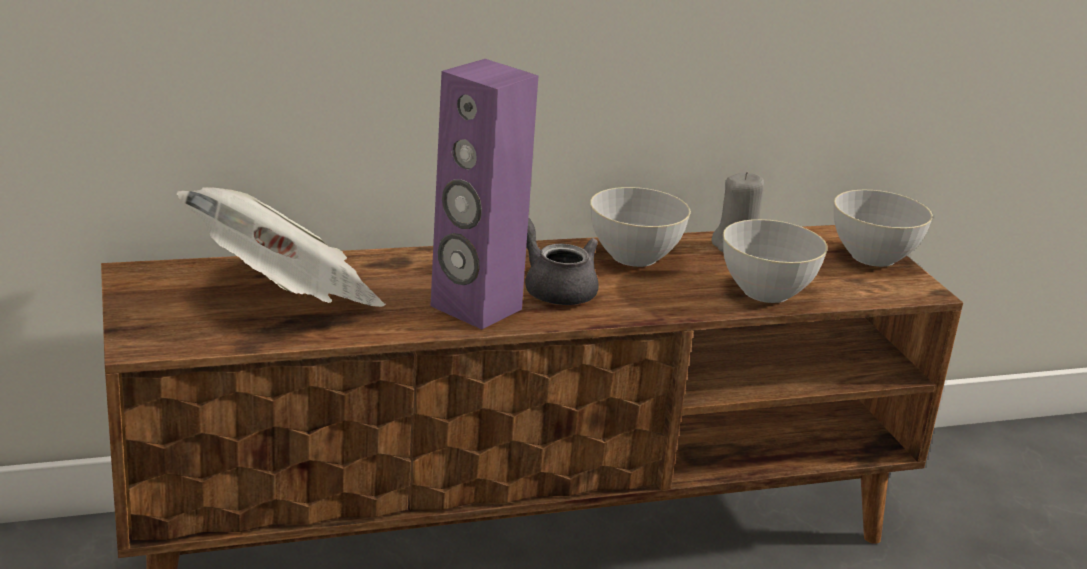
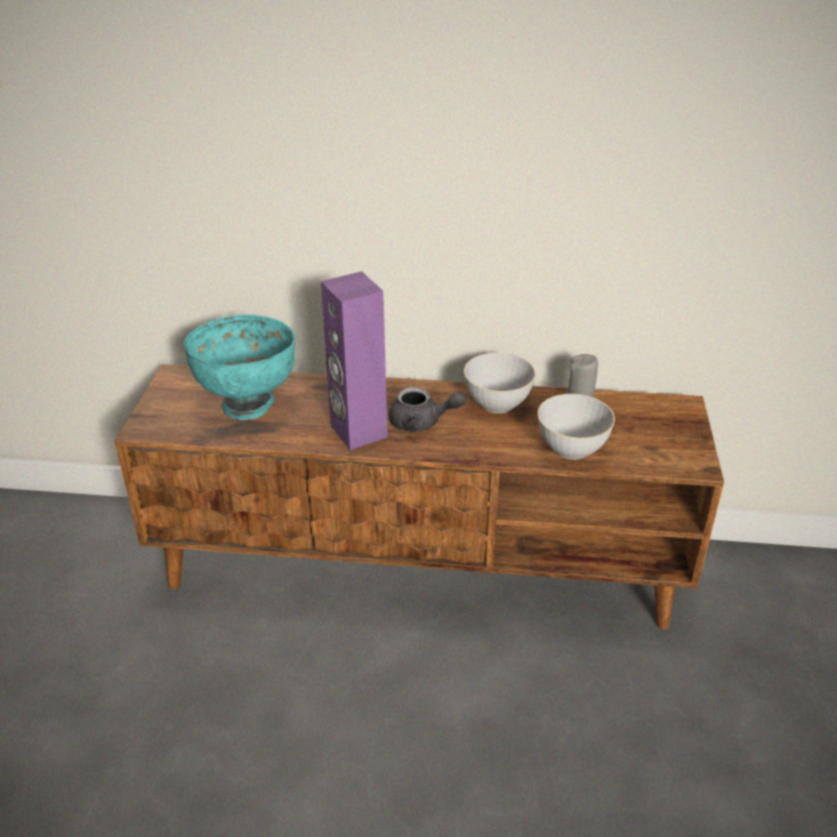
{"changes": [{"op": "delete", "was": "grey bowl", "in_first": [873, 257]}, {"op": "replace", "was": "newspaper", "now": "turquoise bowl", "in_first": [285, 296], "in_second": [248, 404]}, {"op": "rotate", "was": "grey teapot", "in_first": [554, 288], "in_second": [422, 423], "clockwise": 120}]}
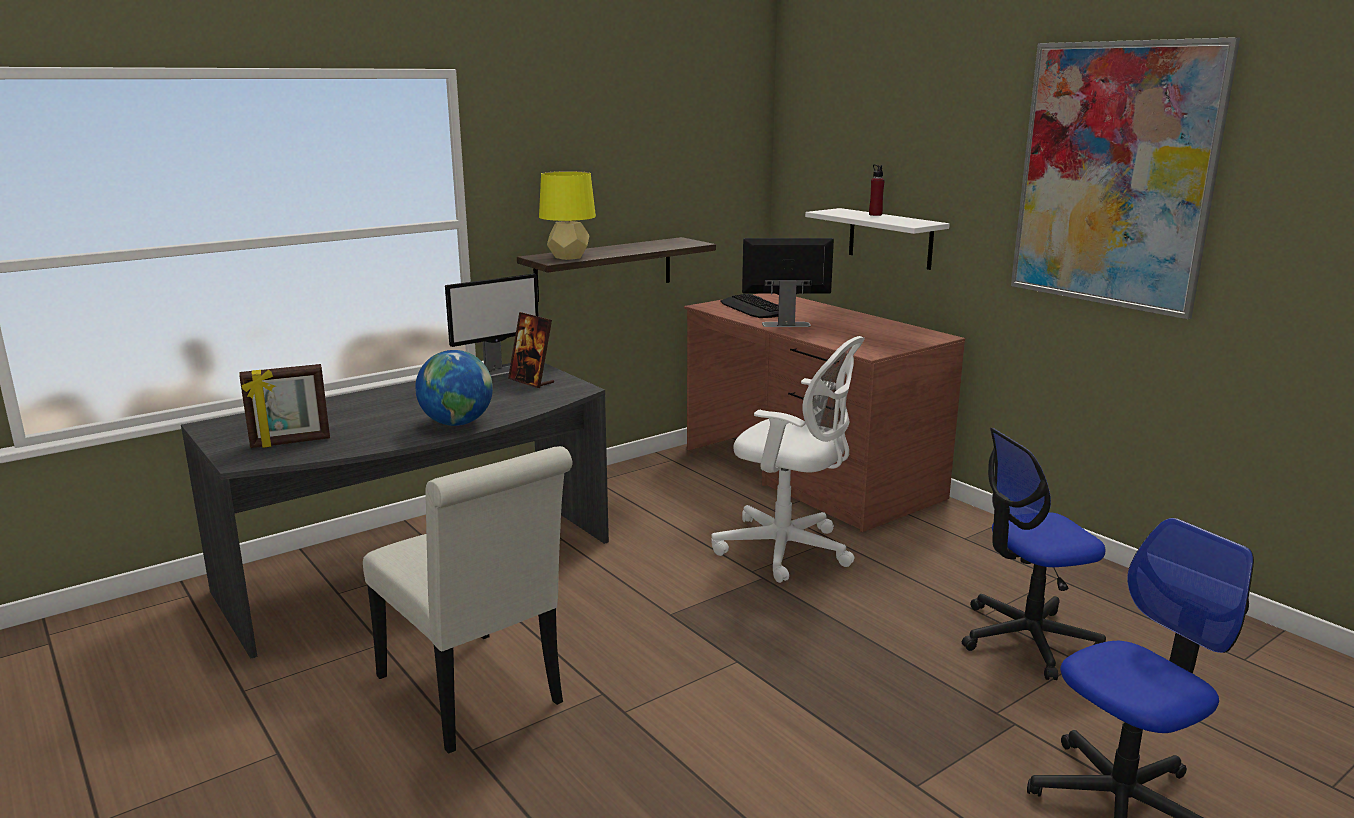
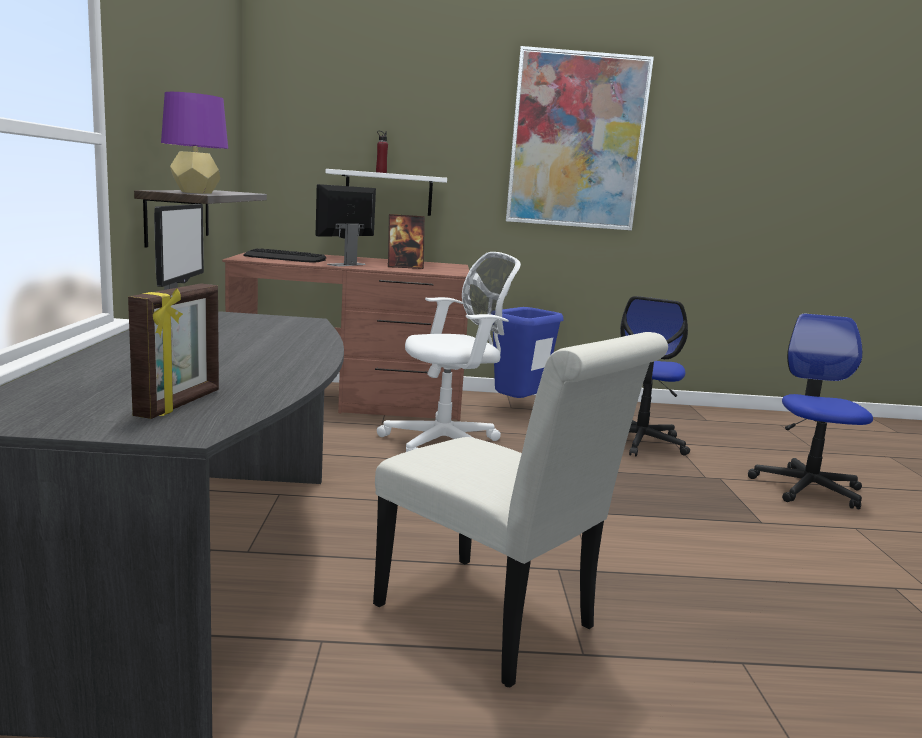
{"changes": [{"op": "delete", "was": "globe", "in_first": [457, 423]}, {"op": "insert", "now": "blue trash can", "in_second": [517, 408]}, {"op": "move", "was": "picture frame", "in_first": [531, 381], "in_second": [404, 267]}, {"op": "recolor", "was": "yellow table lamp", "now": "purple table lamp", "in_first": [568, 257], "in_second": [195, 192]}, {"op": "rotate", "was": "white chair", "in_first": [475, 696], "in_second": [495, 623], "clockwise": 45}]}
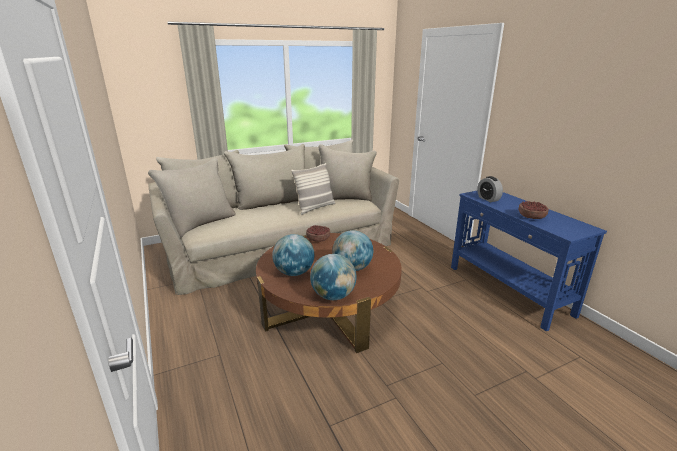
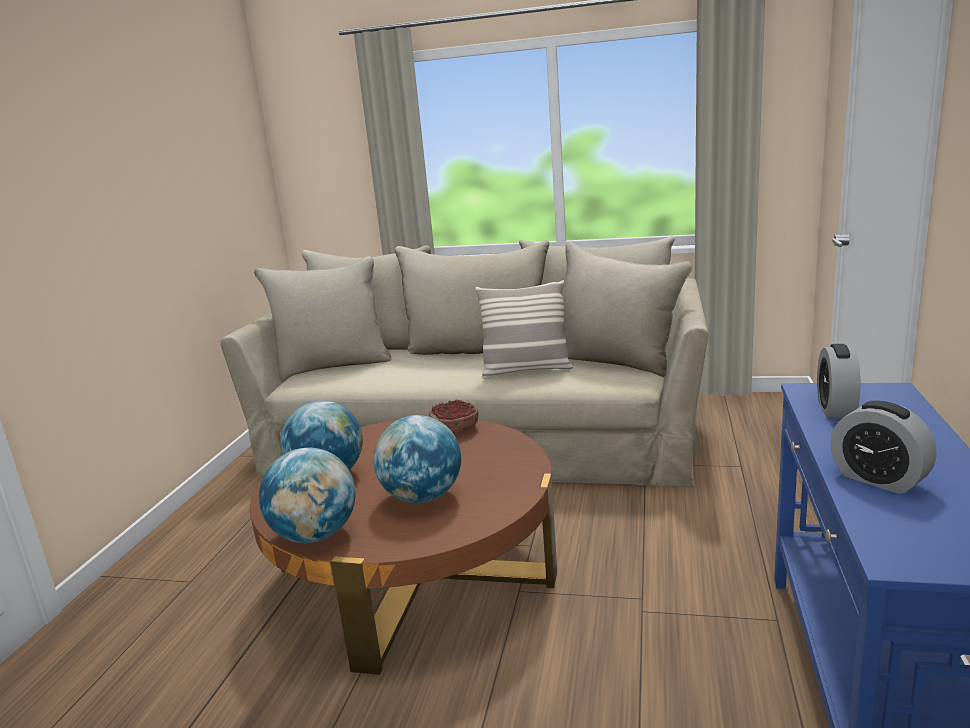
{"changes": [{"op": "replace", "was": "bowl", "now": "alarm clock", "in_first": [531, 216], "in_second": [878, 479]}]}
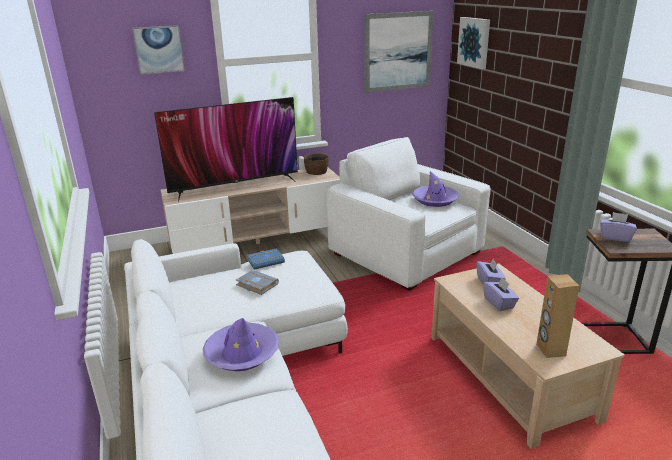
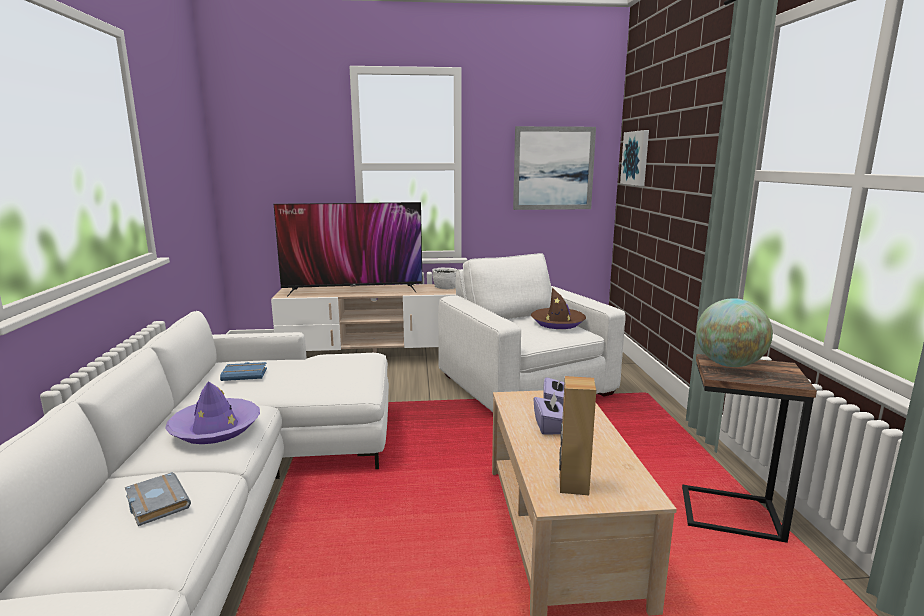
{"changes": [{"op": "delete", "was": "picture", "in_first": [159, 49]}, {"op": "move", "was": "grey book", "in_first": [256, 285], "in_second": [155, 503]}, {"op": "move", "was": "blue book", "in_first": [266, 261], "in_second": [245, 374]}, {"op": "replace", "was": "purple tissue box", "now": "globe", "in_first": [615, 237], "in_second": [728, 364]}, {"op": "recolor", "was": "brown bowl", "now": "white bowl", "in_first": [317, 172], "in_second": [446, 287]}, {"op": "recolor", "was": "purple hat", "now": "brown hat", "in_first": [435, 200], "in_second": [558, 323]}]}
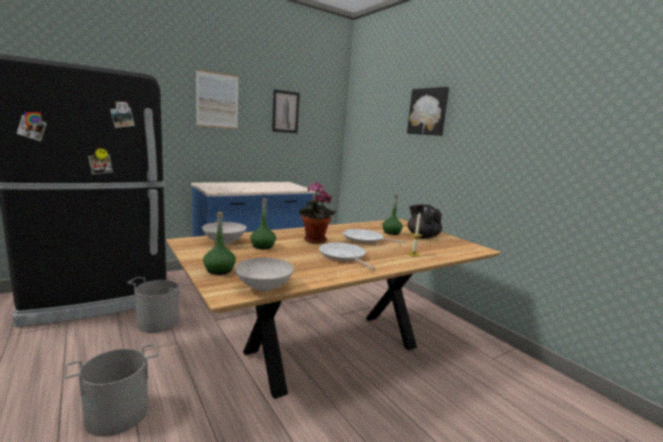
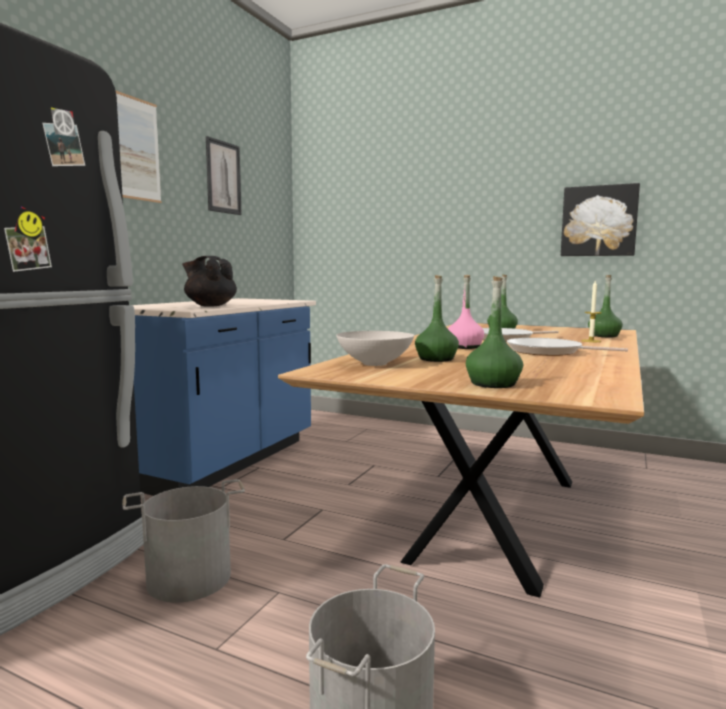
{"changes": [{"op": "delete", "was": "white bowl", "in_first": [265, 287]}, {"op": "insert", "now": "green bottle", "in_second": [604, 336]}, {"op": "move", "was": "picture", "in_first": [428, 112], "in_second": [599, 221]}, {"op": "move", "was": "black teapot", "in_first": [422, 236], "in_second": [210, 305]}, {"op": "replace", "was": "potted plant", "now": "pink bottle", "in_first": [314, 241], "in_second": [464, 347]}]}
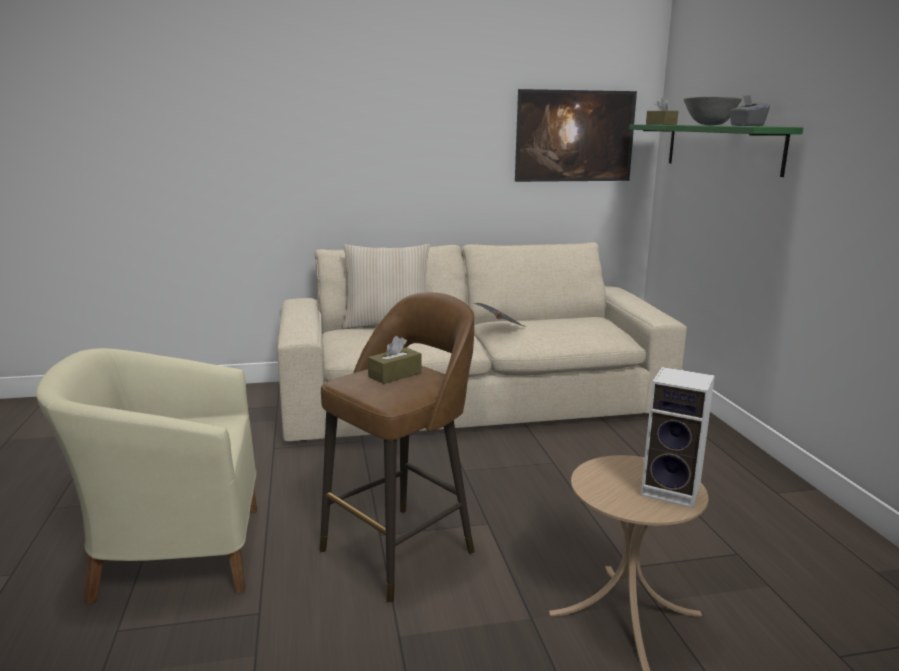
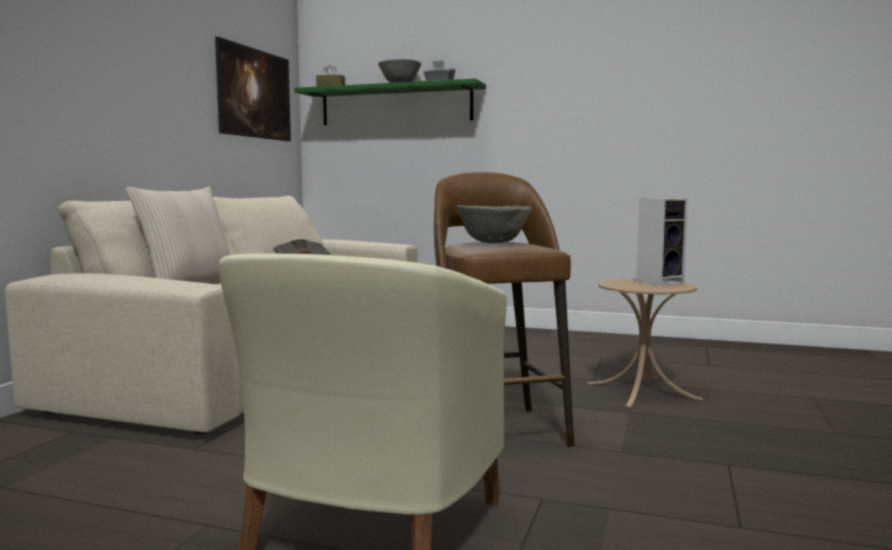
{"changes": [{"op": "replace", "was": "brown tissue box", "now": "grey bowl", "in_first": [395, 375], "in_second": [493, 243]}]}
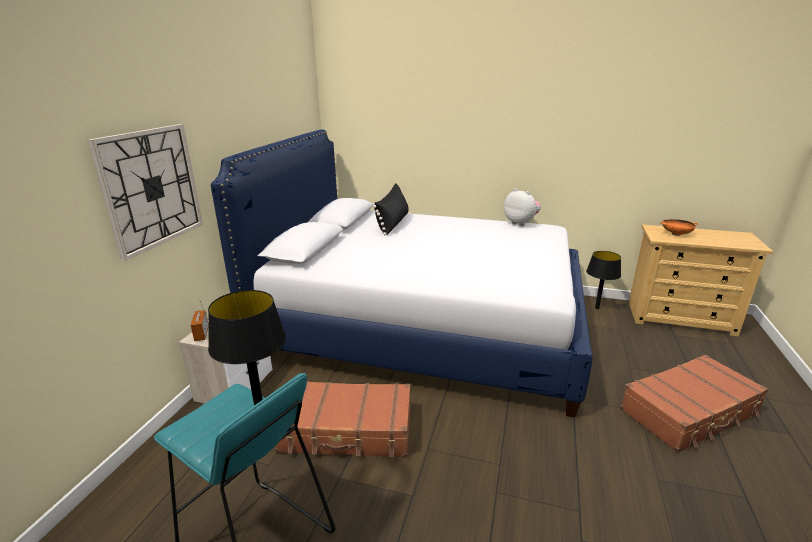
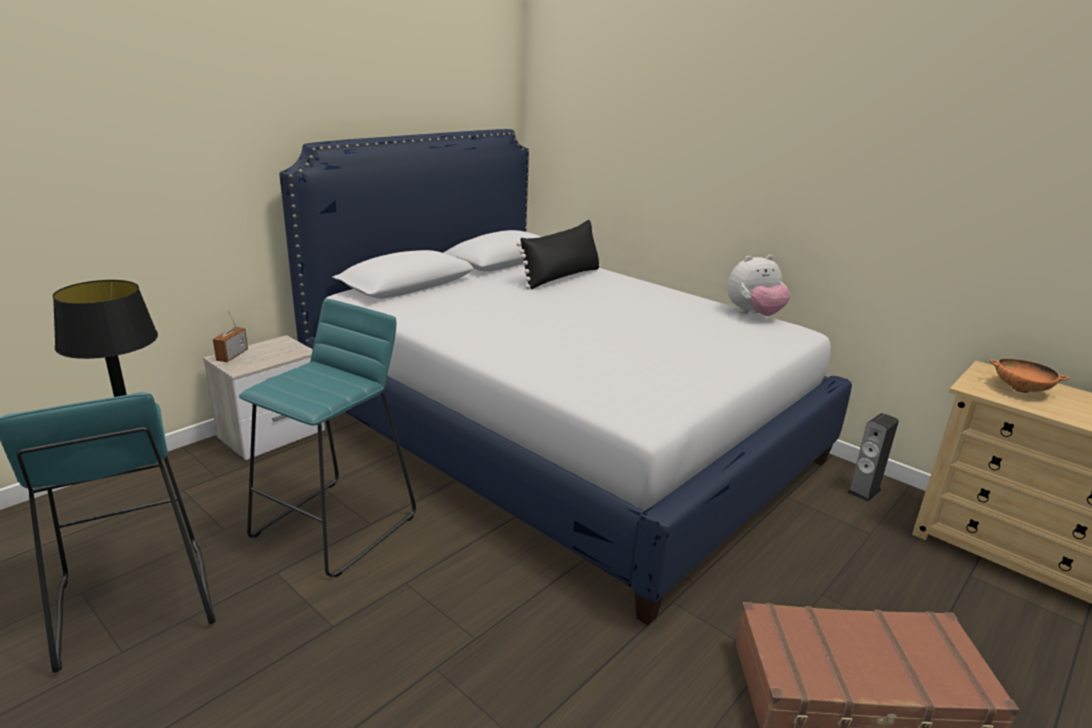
{"changes": [{"op": "delete", "was": "wall clock", "in_first": [151, 188]}, {"op": "replace", "was": "brown suitcase", "now": "turquoise stool", "in_first": [347, 430], "in_second": [336, 526]}, {"op": "replace", "was": "black table lamp", "now": "speaker", "in_first": [597, 308], "in_second": [863, 491]}, {"op": "rotate", "was": "plush toy", "in_first": [521, 223], "in_second": [754, 314], "clockwise": 90}]}
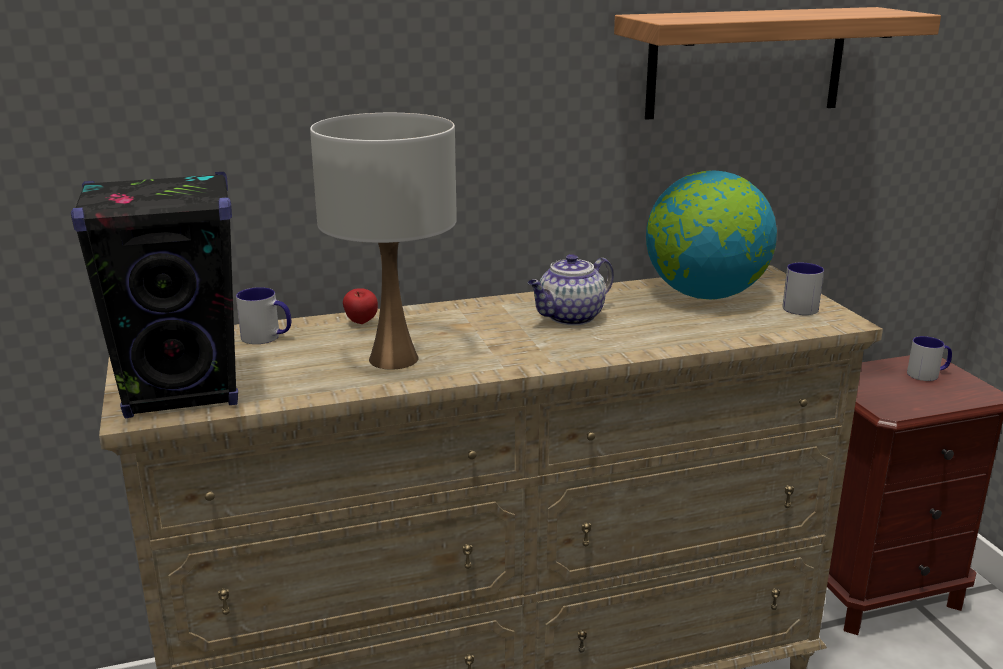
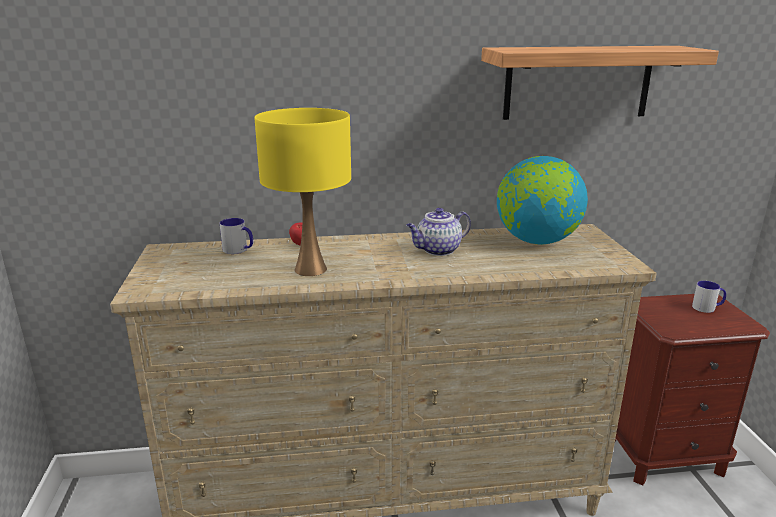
{"changes": [{"op": "delete", "was": "black speaker", "in_first": [183, 392]}, {"op": "delete", "was": "mug", "in_first": [801, 306]}, {"op": "recolor", "was": "white table lamp", "now": "yellow table lamp", "in_first": [394, 359], "in_second": [311, 269]}]}
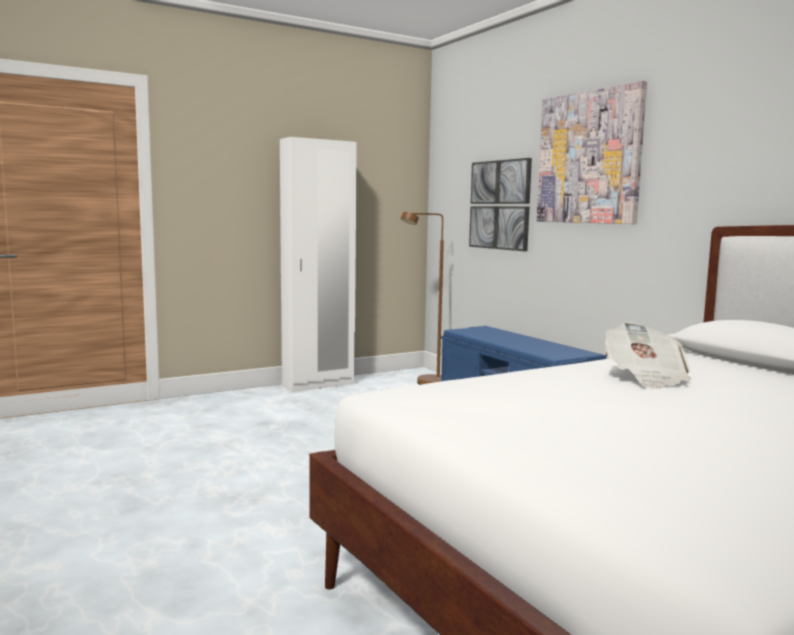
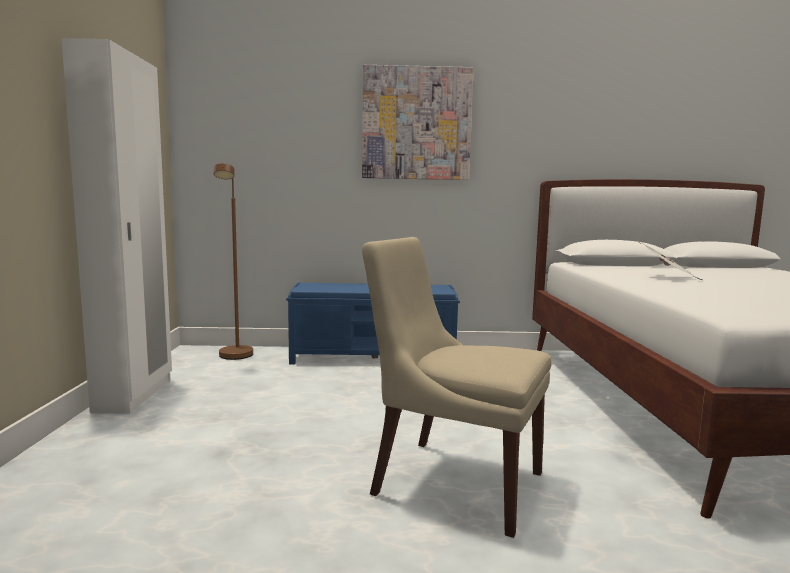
{"changes": [{"op": "delete", "was": "picture", "in_first": [500, 205]}, {"op": "insert", "now": "beige chair", "in_second": [452, 481]}]}
